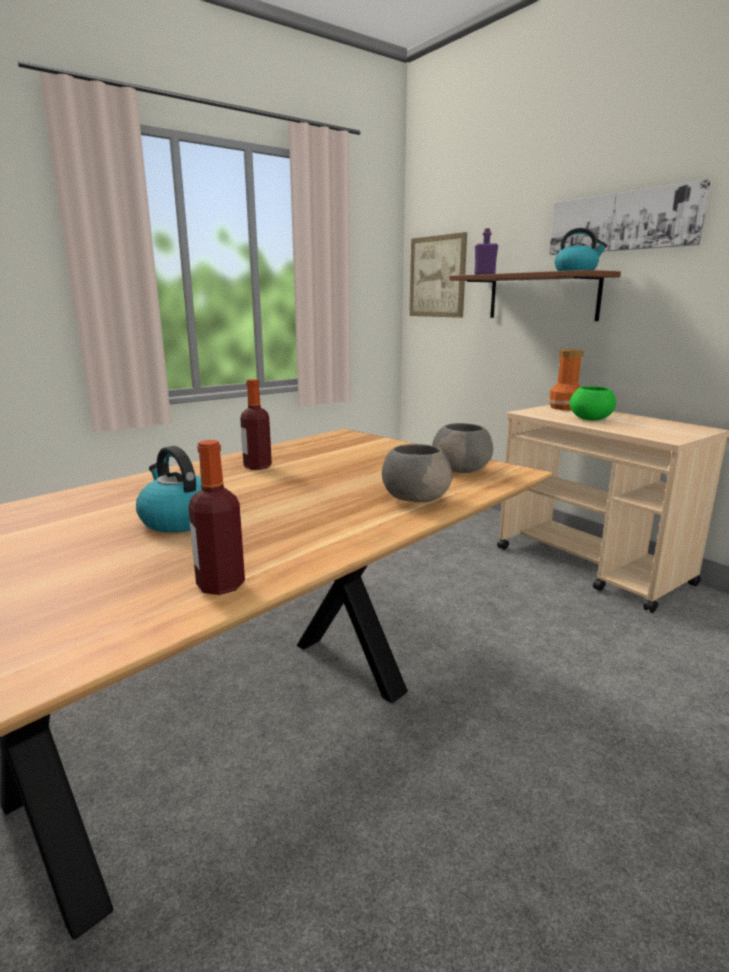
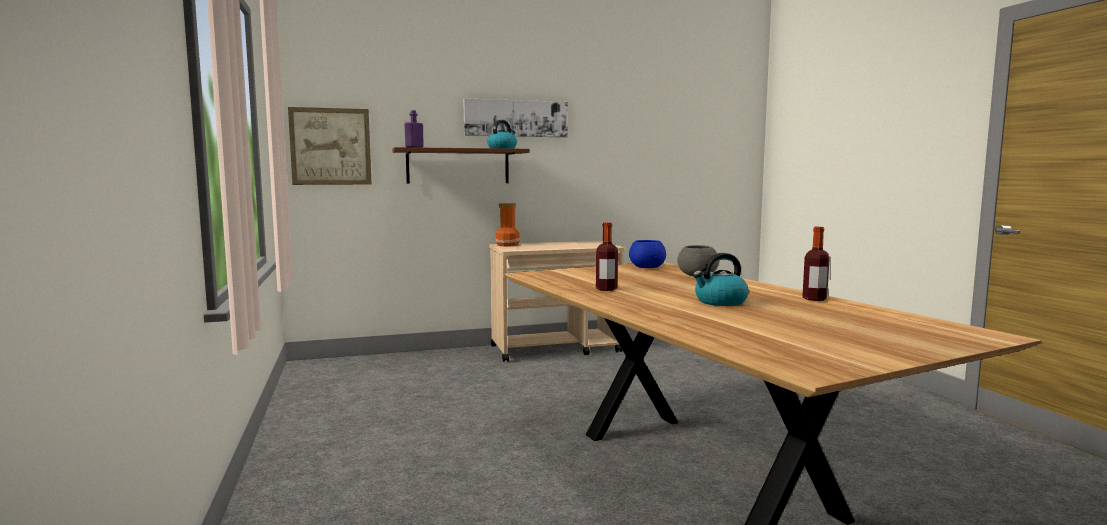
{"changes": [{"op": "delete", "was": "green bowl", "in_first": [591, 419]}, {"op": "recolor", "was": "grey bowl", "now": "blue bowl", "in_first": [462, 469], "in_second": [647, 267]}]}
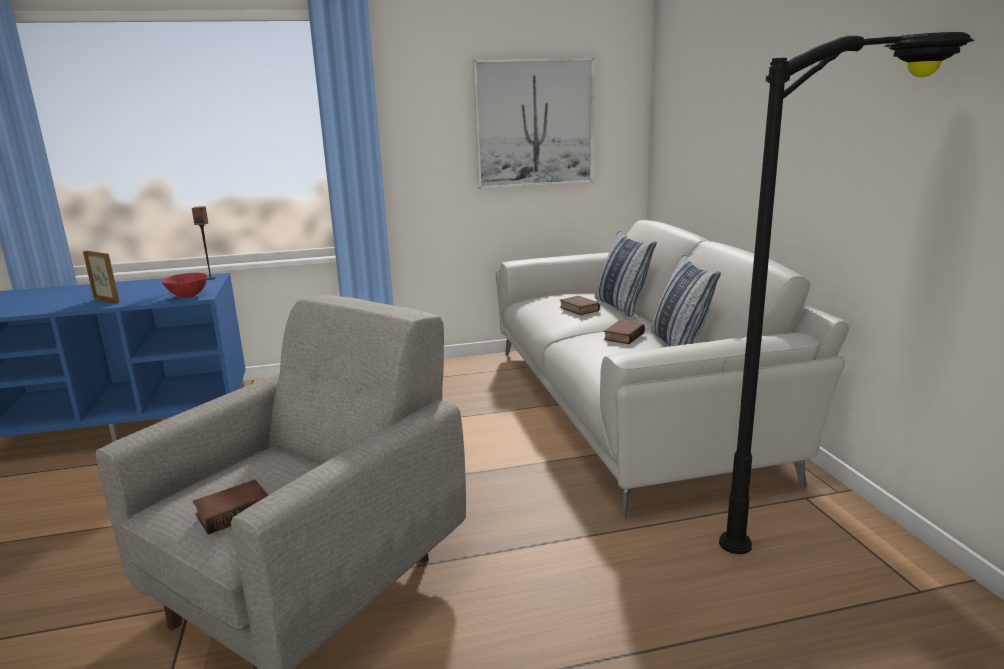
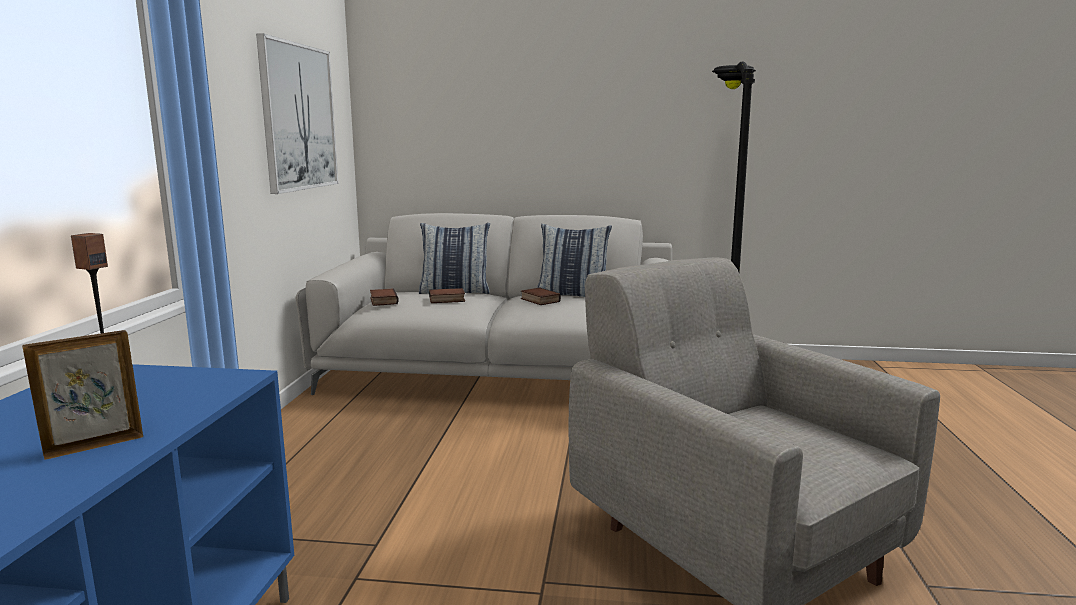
{"changes": [{"op": "delete", "was": "red bowl", "in_first": [187, 296]}, {"op": "move", "was": "book", "in_first": [234, 511], "in_second": [382, 301]}]}
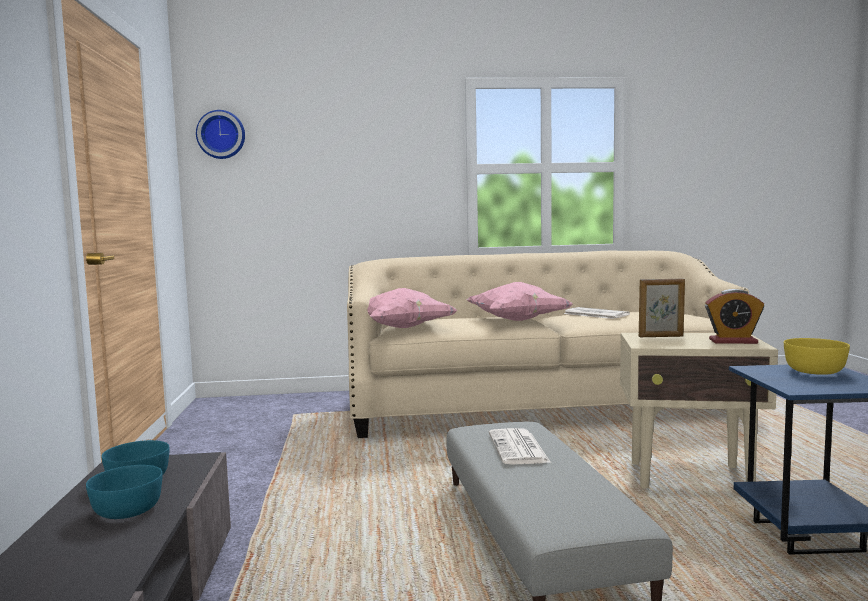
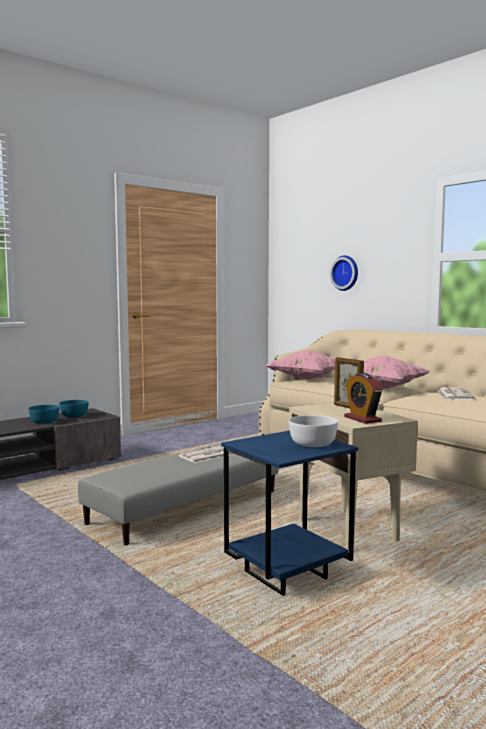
{"changes": [{"op": "move", "was": "wall clock", "in_first": [221, 135], "in_second": [346, 273]}, {"op": "recolor", "was": "yellow bowl", "now": "white bowl", "in_first": [815, 371], "in_second": [312, 444]}]}
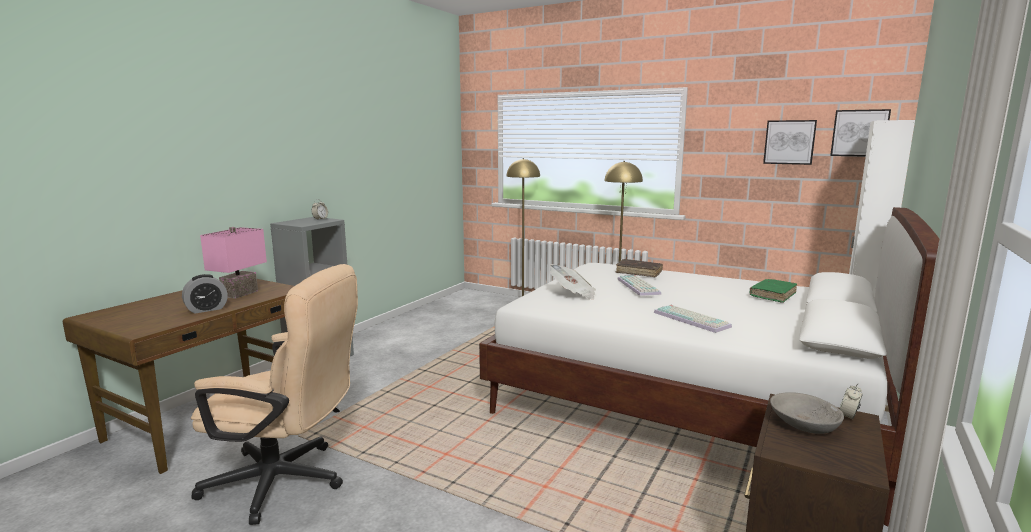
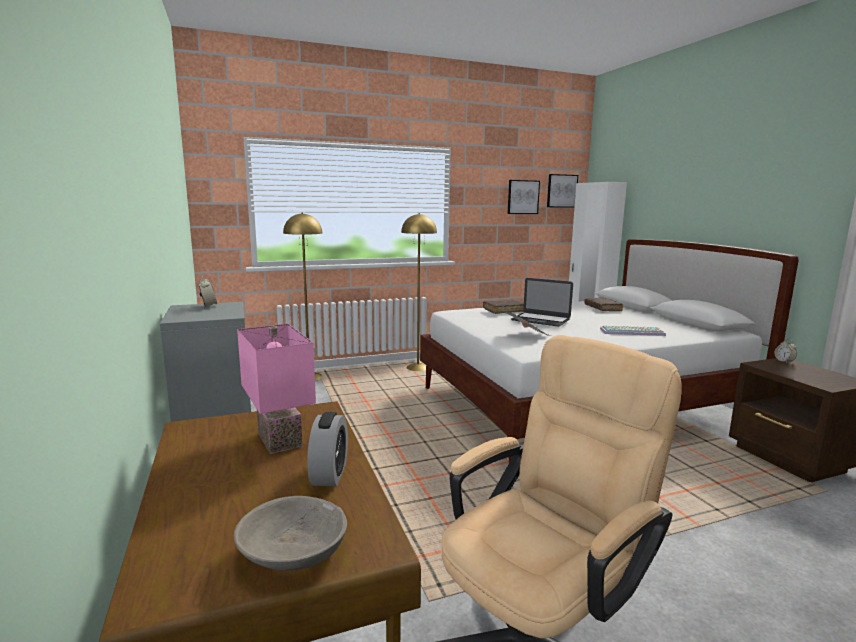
{"changes": [{"op": "move", "was": "grey bowl", "in_first": [803, 424], "in_second": [293, 553]}, {"op": "replace", "was": "keyboard", "now": "laptop", "in_first": [639, 286], "in_second": [540, 319]}, {"op": "recolor", "was": "green book", "now": "brown book", "in_first": [772, 295], "in_second": [602, 308]}]}
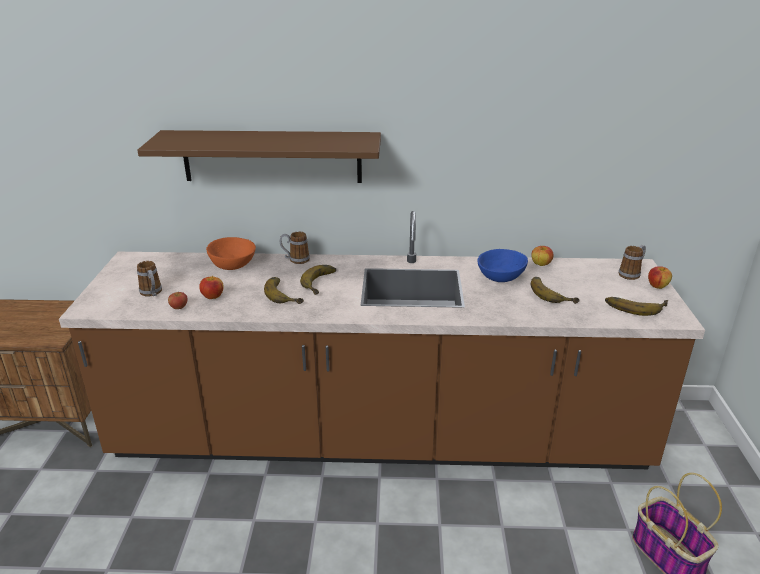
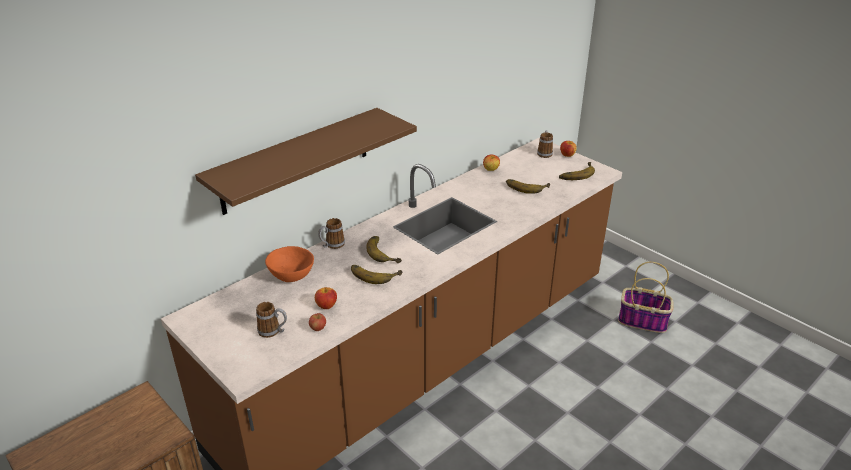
{"changes": [{"op": "delete", "was": "blue bowl", "in_first": [501, 277]}]}
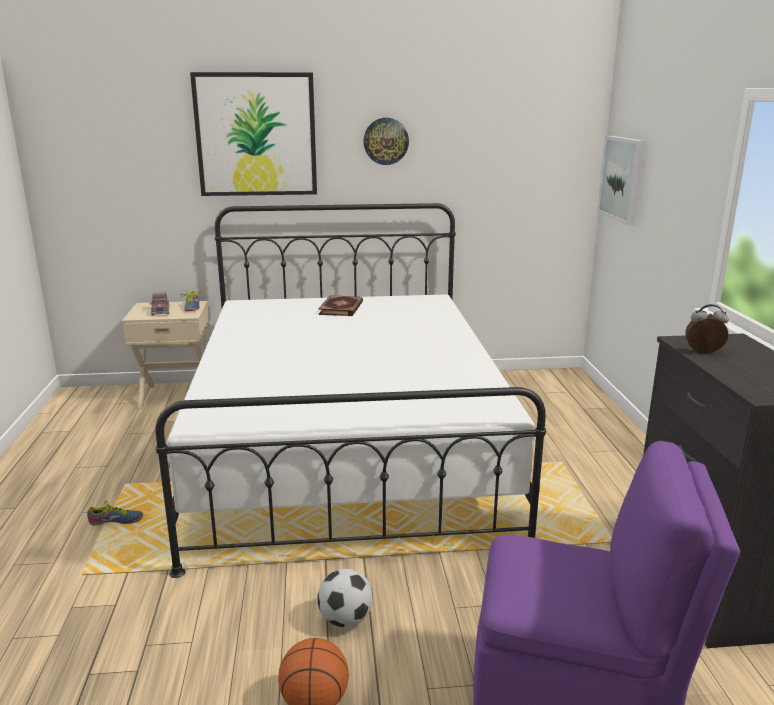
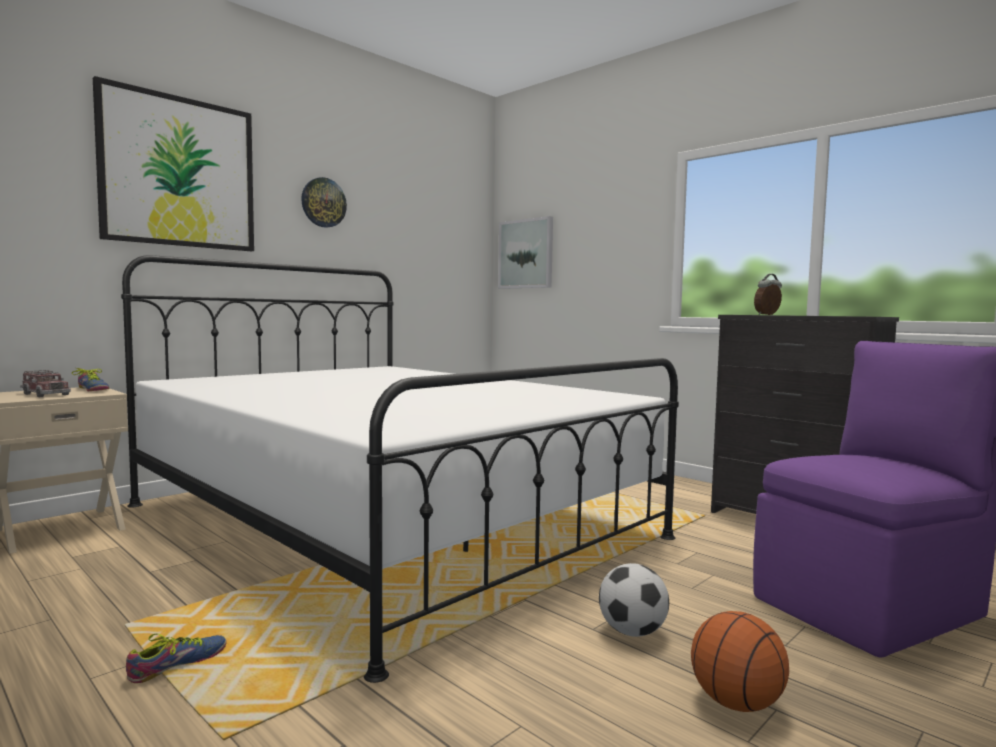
{"changes": [{"op": "delete", "was": "book", "in_first": [342, 308]}]}
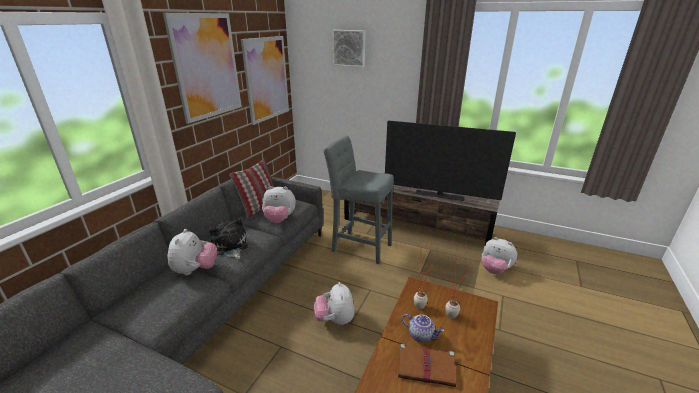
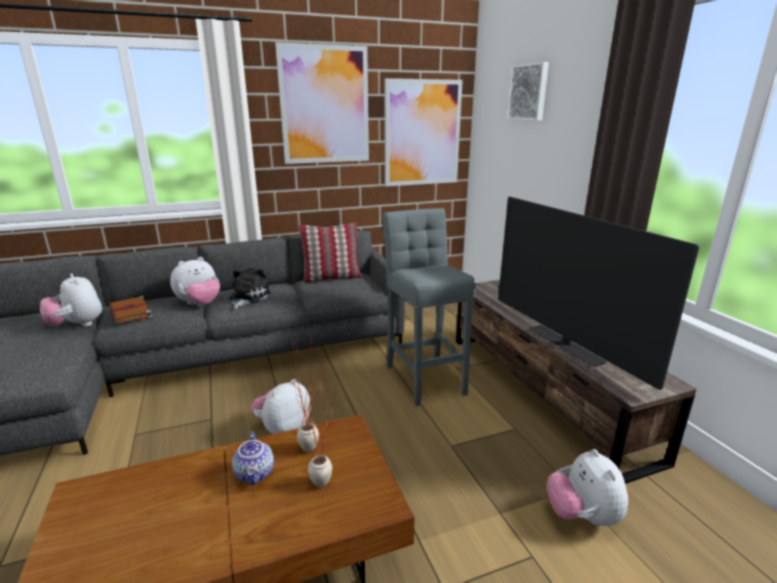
{"changes": [{"op": "move", "was": "plush toy", "in_first": [279, 219], "in_second": [77, 325]}, {"op": "move", "was": "brown book", "in_first": [427, 367], "in_second": [131, 312]}]}
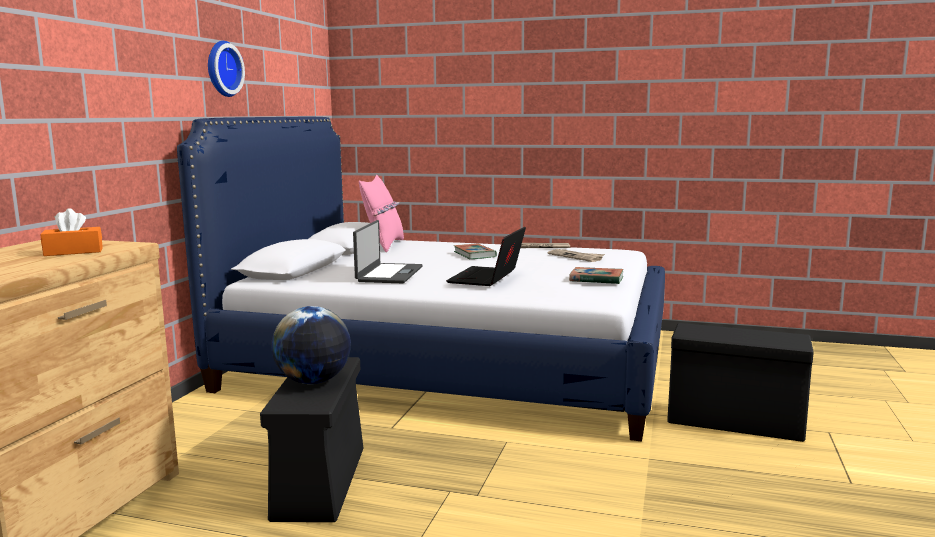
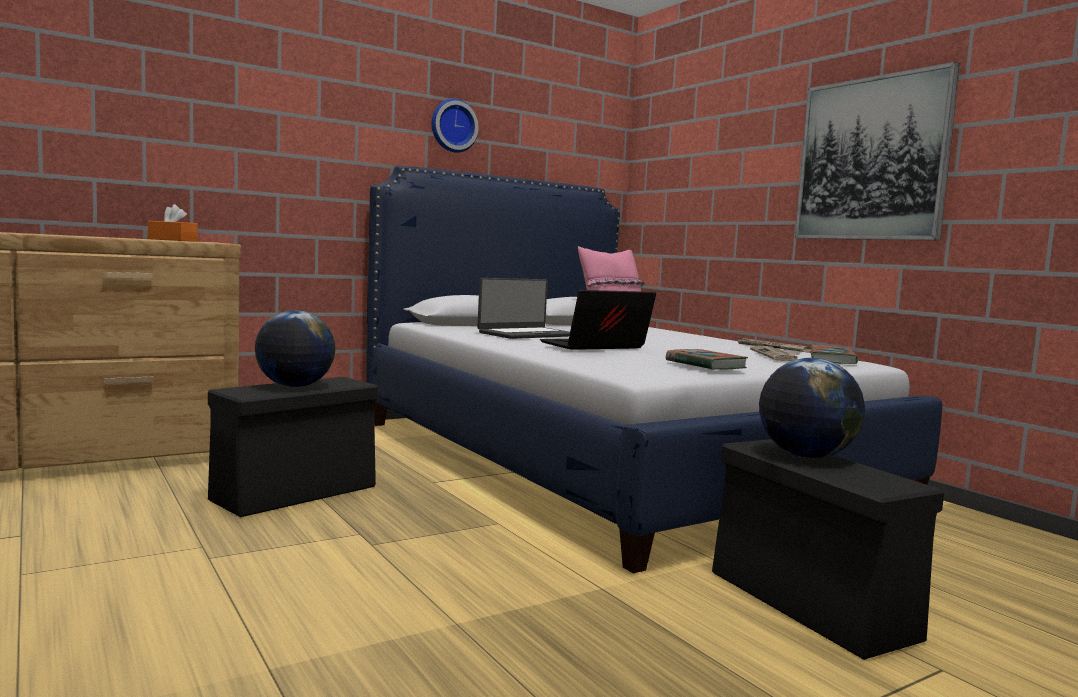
{"changes": [{"op": "insert", "now": "globe", "in_second": [805, 456]}, {"op": "insert", "now": "picture", "in_second": [871, 159]}, {"op": "move", "was": "book", "in_first": [474, 254], "in_second": [832, 359]}]}
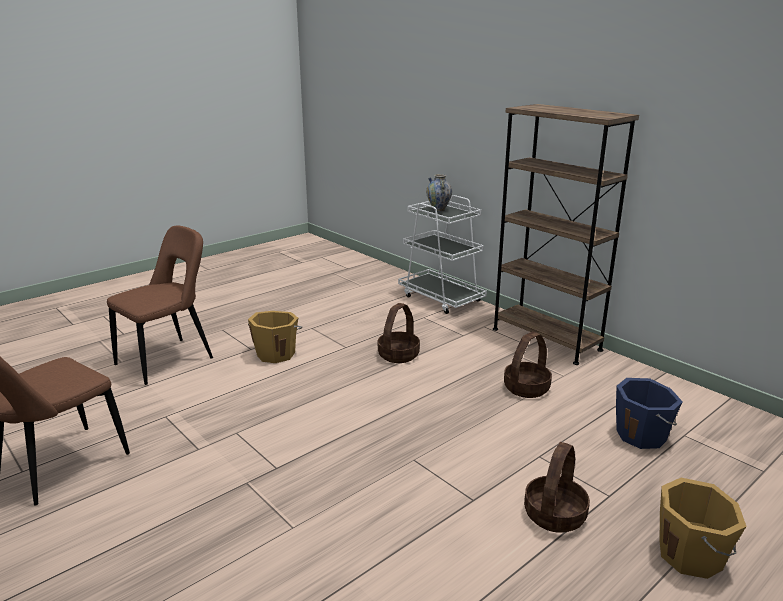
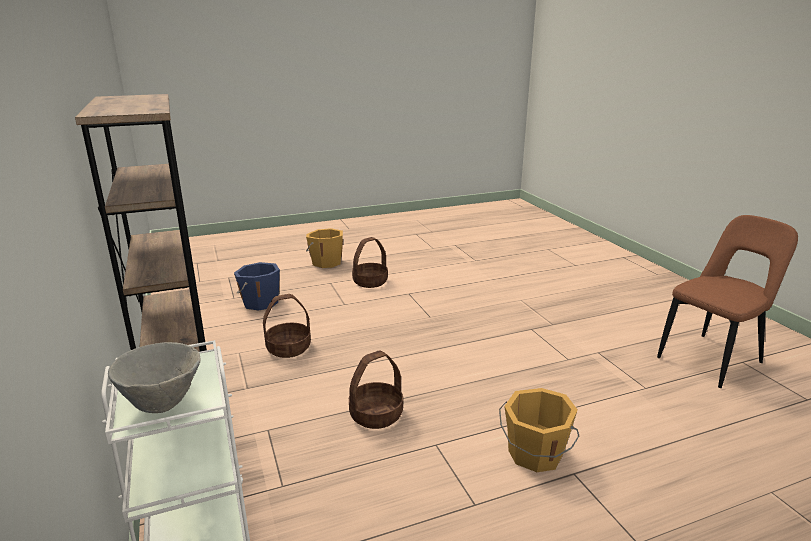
{"changes": [{"op": "delete", "was": "brown chair", "in_first": [169, 360]}, {"op": "replace", "was": "vase", "now": "grey bowl", "in_first": [438, 210], "in_second": [163, 402]}]}
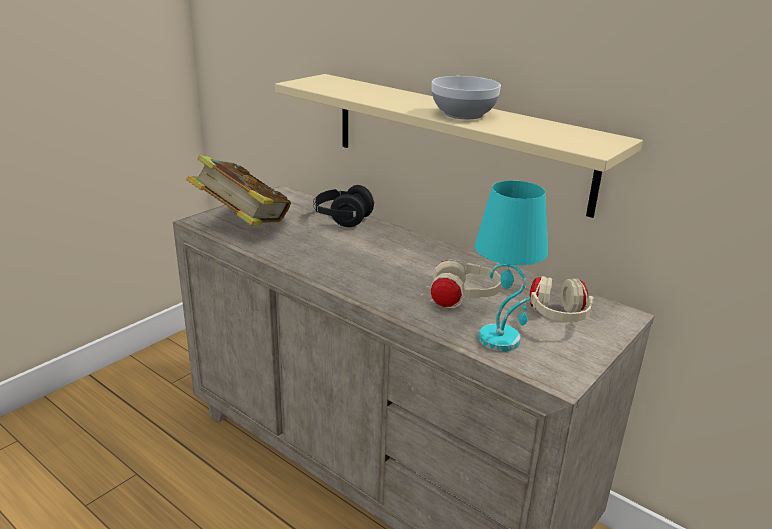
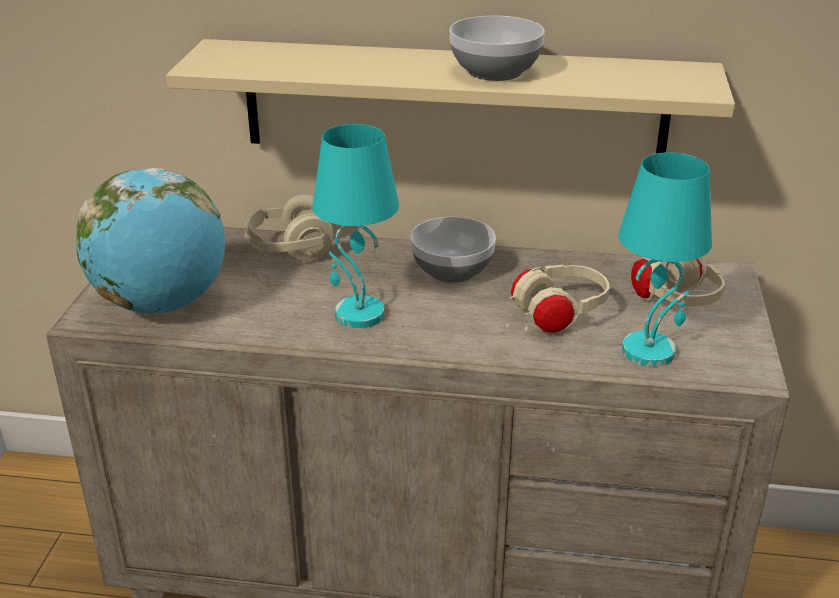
{"changes": [{"op": "insert", "now": "turquoise table lamp", "in_second": [358, 314]}, {"op": "insert", "now": "bowl", "in_second": [452, 269]}, {"op": "replace", "was": "book", "now": "globe", "in_first": [243, 224], "in_second": [162, 304]}, {"op": "recolor", "was": "black headphones", "now": "beige headphones", "in_first": [342, 219], "in_second": [290, 251]}]}
